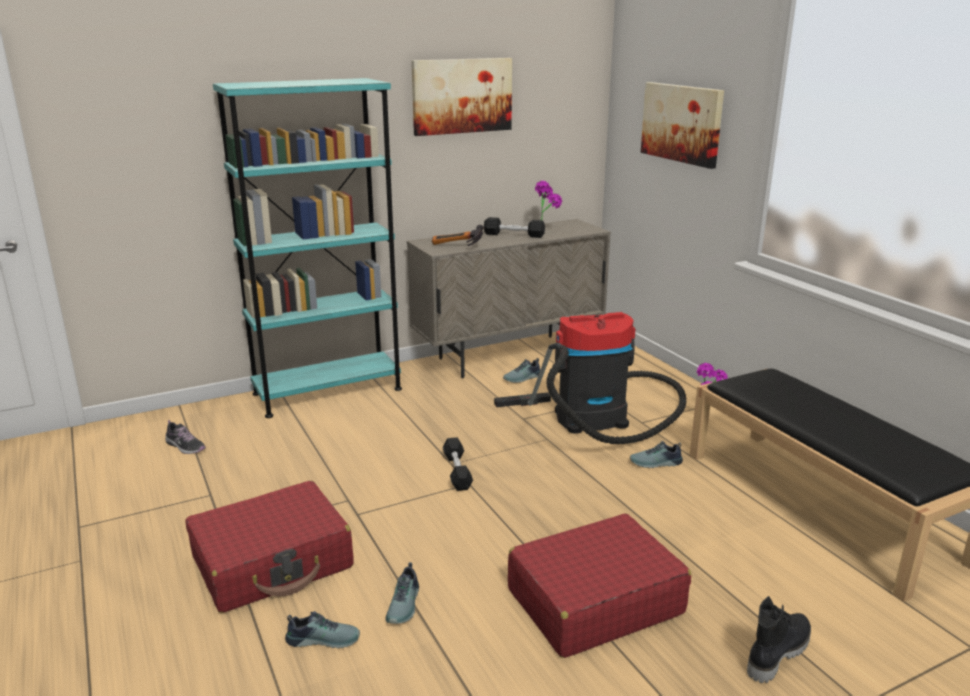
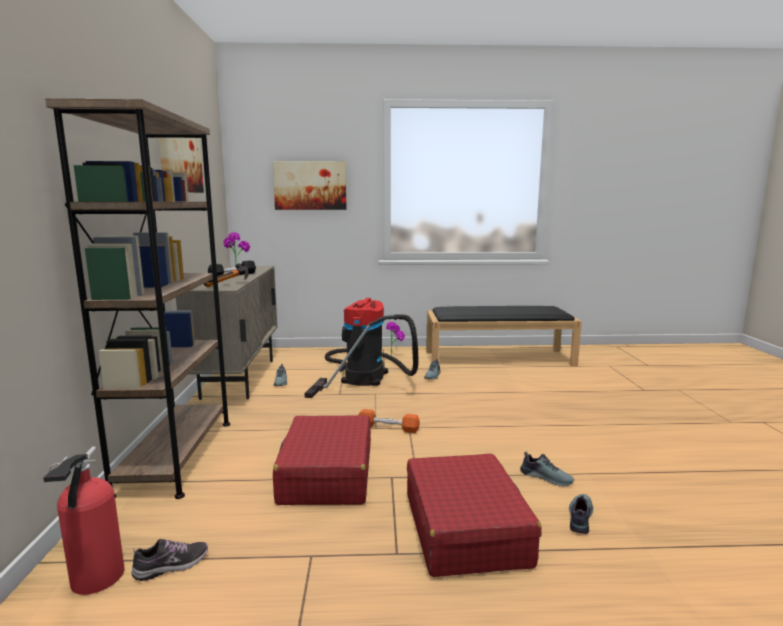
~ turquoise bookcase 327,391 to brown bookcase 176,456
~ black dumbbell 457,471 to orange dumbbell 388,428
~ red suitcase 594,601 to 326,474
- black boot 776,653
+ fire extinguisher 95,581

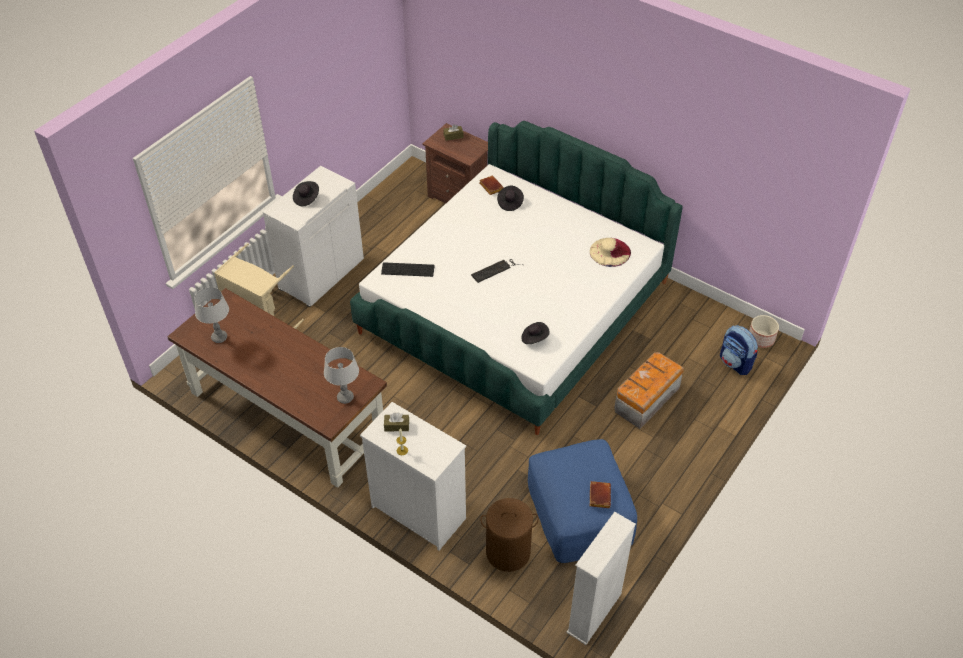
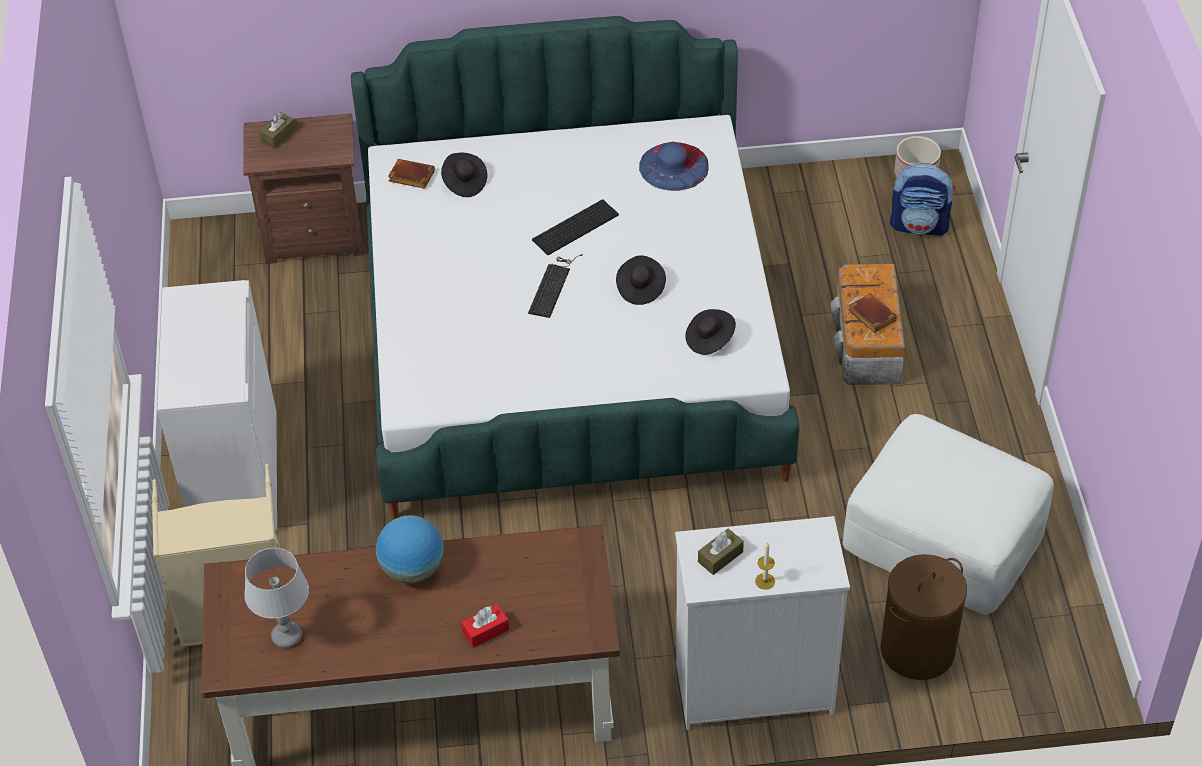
~ black hat 306,198 to 640,288
~ beige hat 610,252 to blue hat 674,166
~ keyboard 408,269 to 575,226
- grey table lamp 345,397
~ blue ottoman 579,512 to white ottoman 945,537
~ brown book 598,495 to 870,316
- white bookcase 594,613
+ globe 412,569
+ red tissue box 485,631

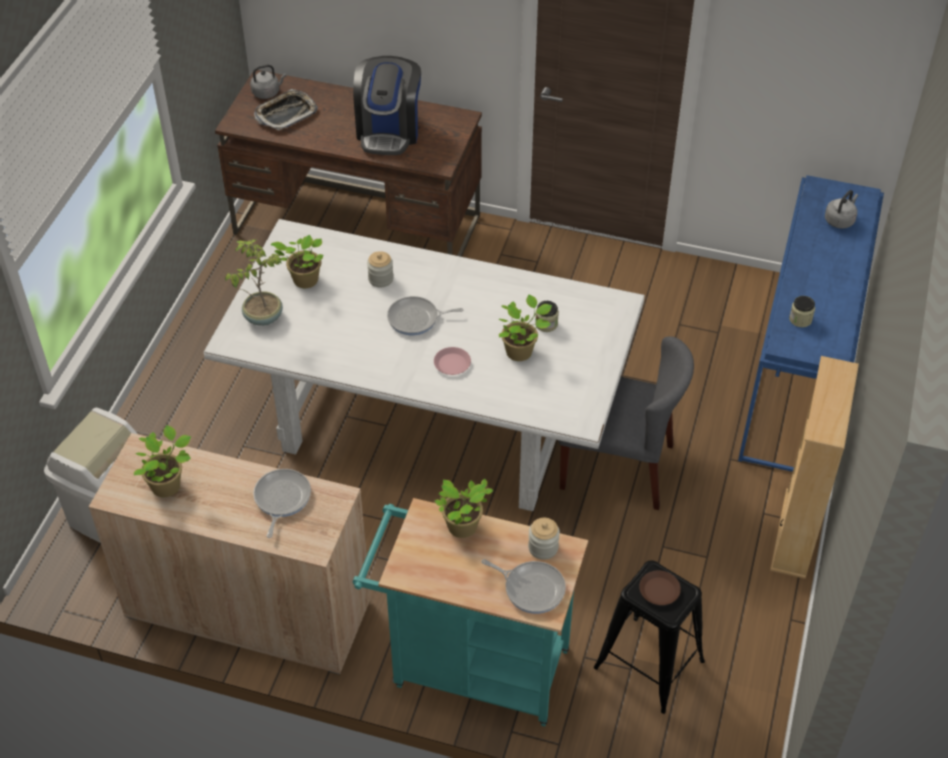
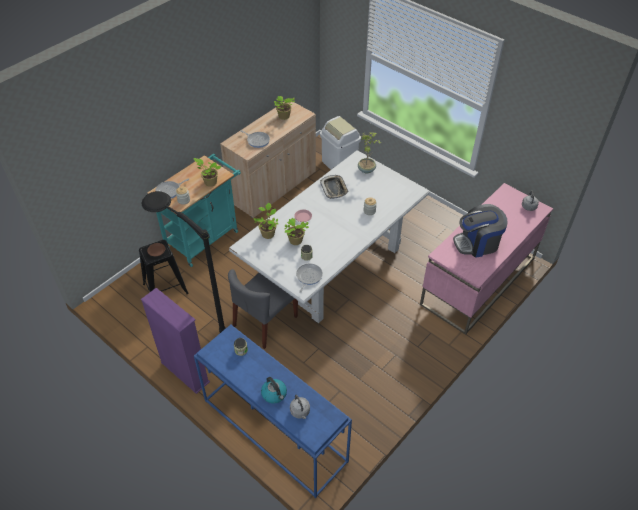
~ coffee machine 389,131 = 477,243 45 degrees counterclockwise
~ brown desk 358,225 to pink desk 478,281
~ tray 286,114 to 334,188
~ potted plant 303,280 to 268,233
~ frying pan 416,319 to 308,277
~ beige bookcase 795,533 to purple bookcase 185,372
+ black floor lamp 198,332
+ kettle 274,394

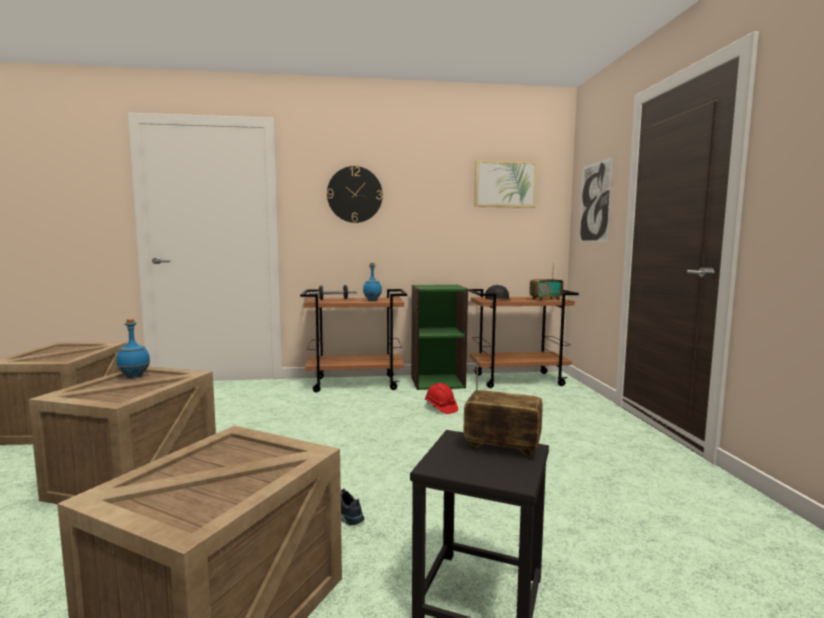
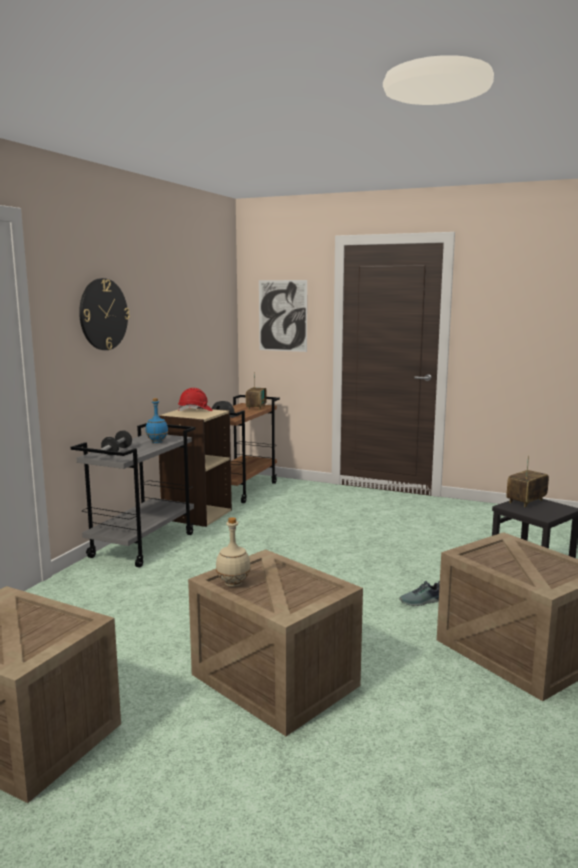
- picture 505,184
~ green bookcase 437,382 to beige bookcase 196,514
~ brown cart 356,383 to grey cart 142,545
~ blue bottle 134,377 to beige bottle 234,583
~ red hard hat 440,408 to 195,410

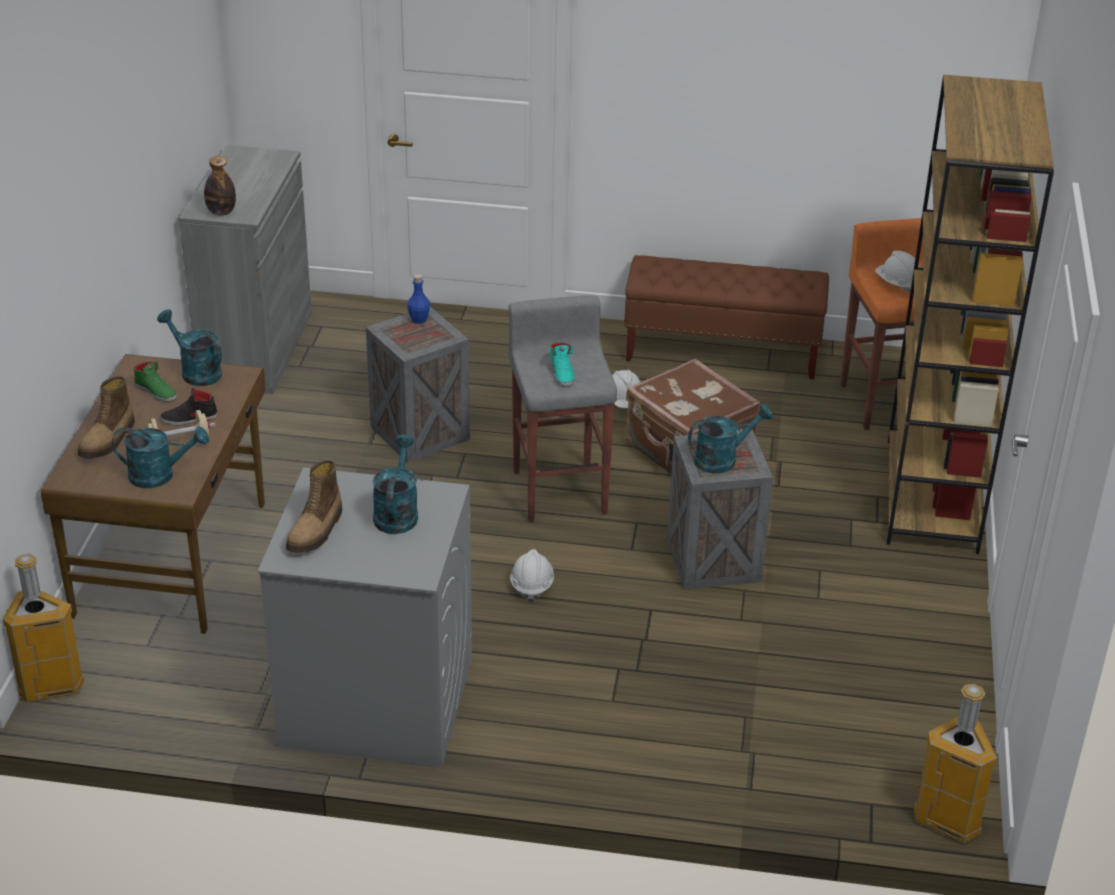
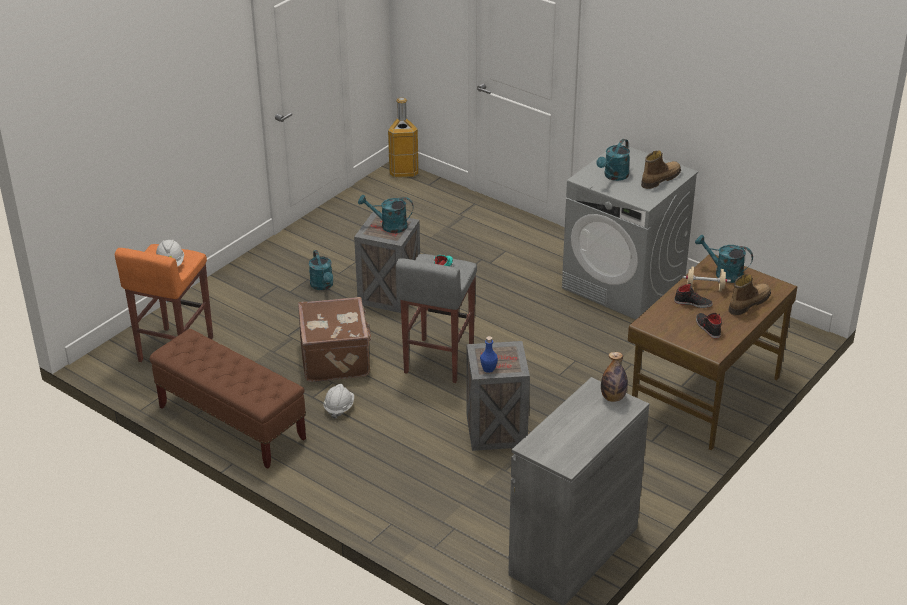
- brown bookcase 932,496
~ turquoise watering can 196,371 to 323,286
~ green shoe 156,391 to black shoe 707,327
- white hard hat 531,585
- trash can 52,686

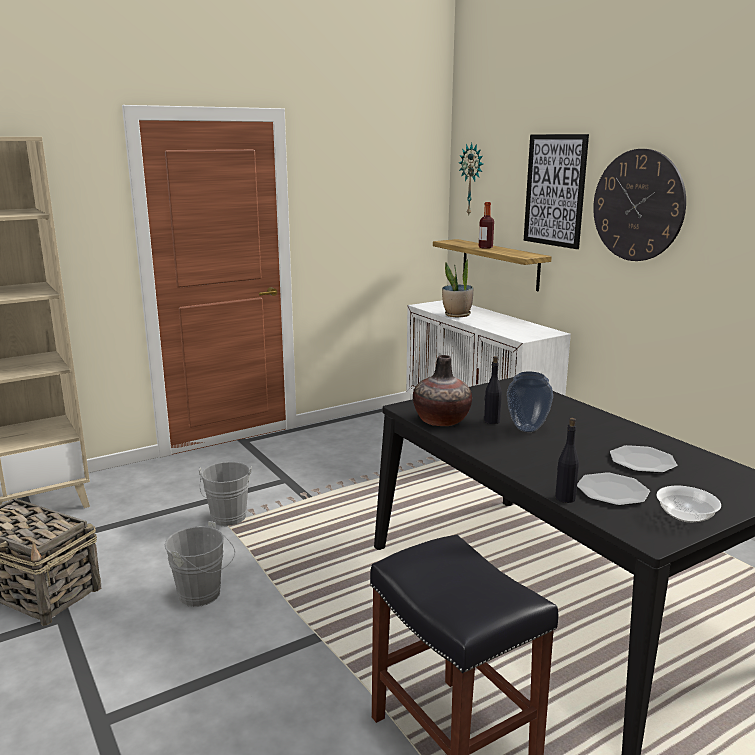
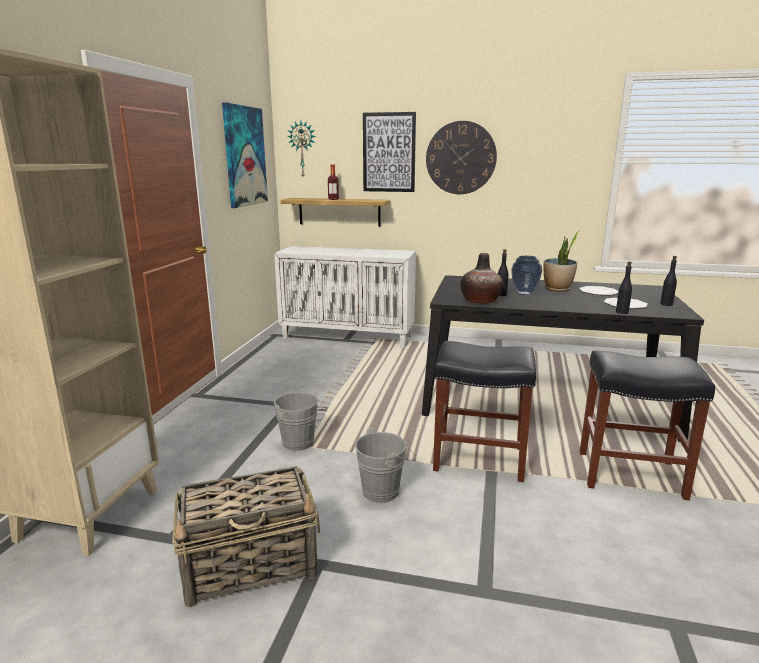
~ potted plant 457,315 to 557,289
~ bowl 685,515 to black bottle 666,304
+ picture 244,156
+ black stool 477,459

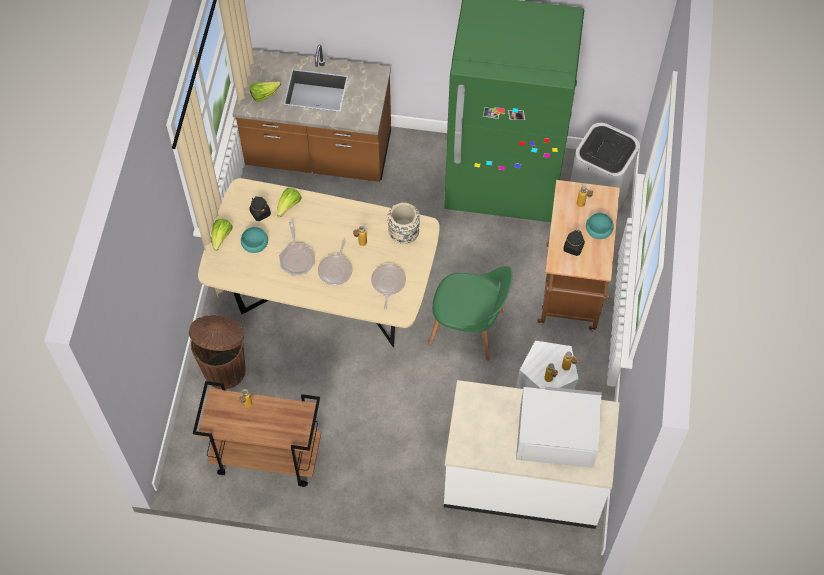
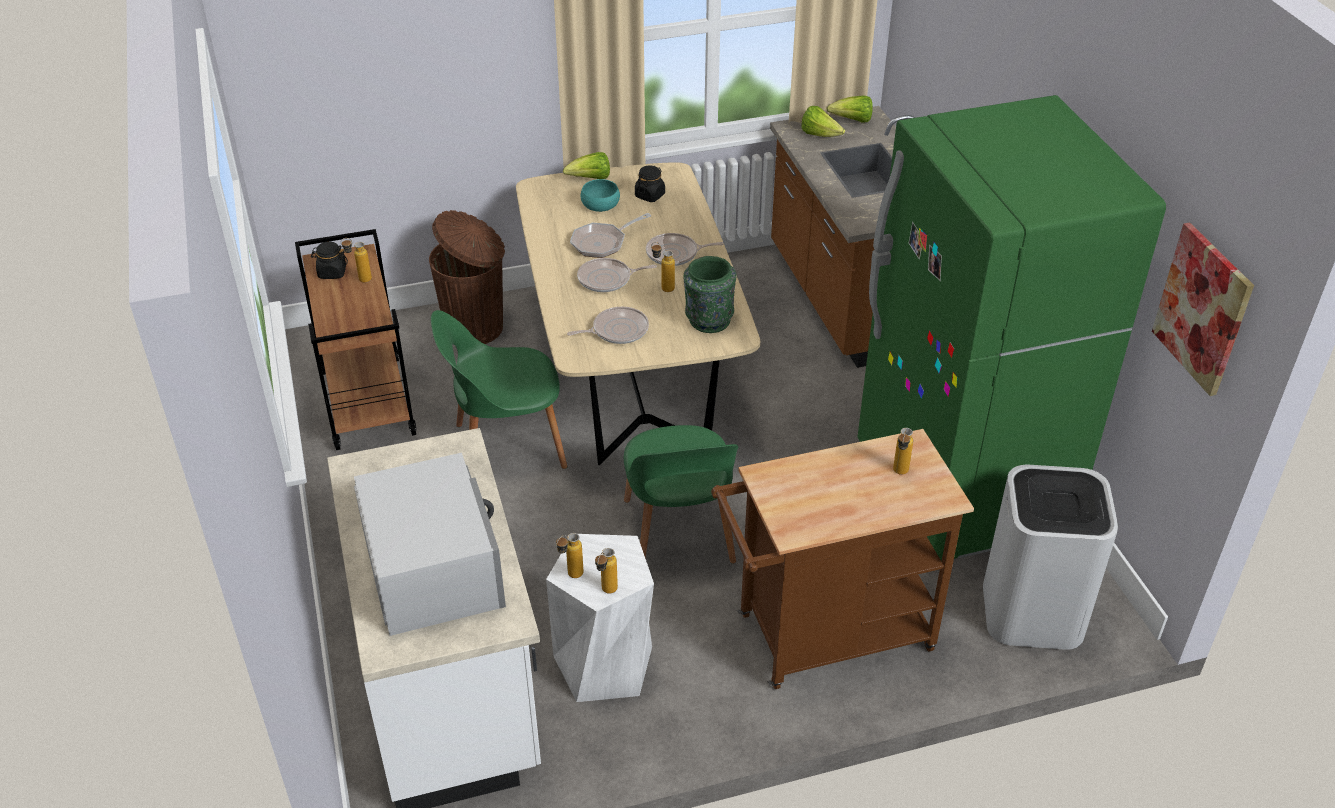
~ lettuce 288,206 to 852,120
~ beige vase 403,235 to green vase 708,321
- turquoise bowl 598,230
~ black jar 573,247 to 332,272
+ picture 1203,309
+ frying pan 675,254
+ green chair 506,447

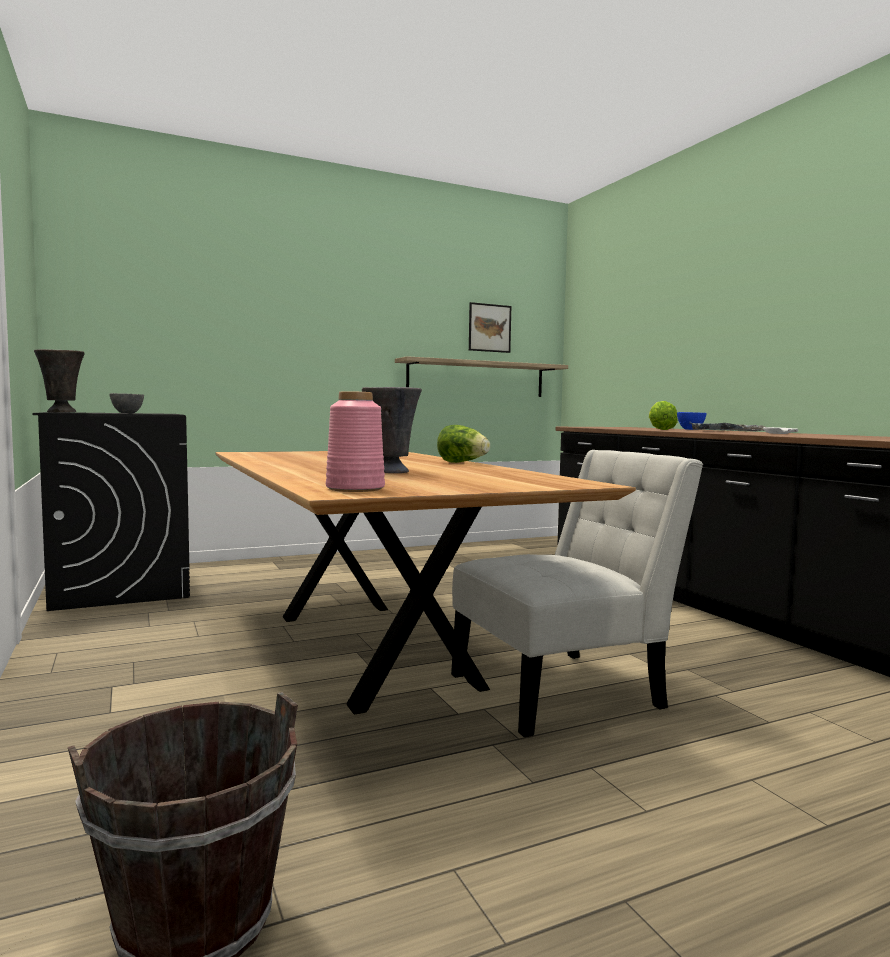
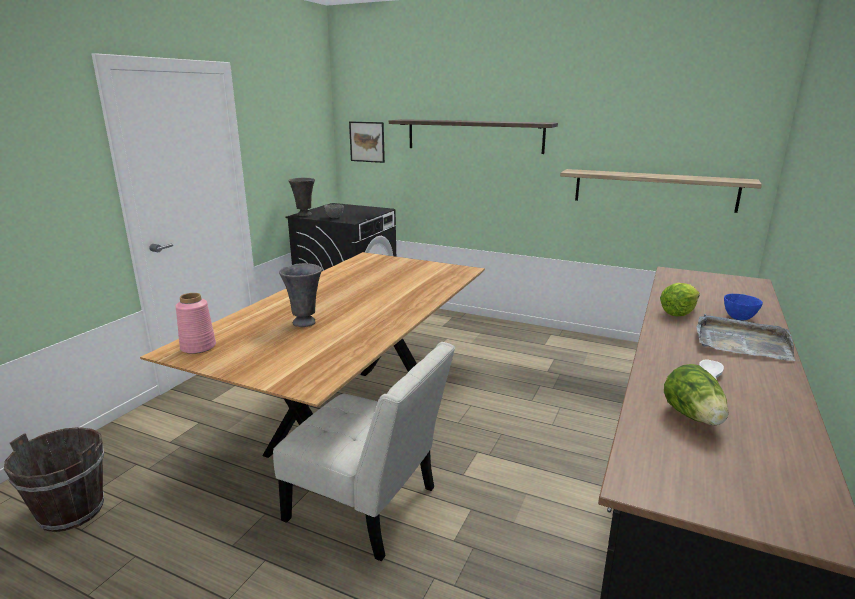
~ picture 489,328 to 367,142
~ lettuce 462,462 to 693,417
+ shelf 474,136

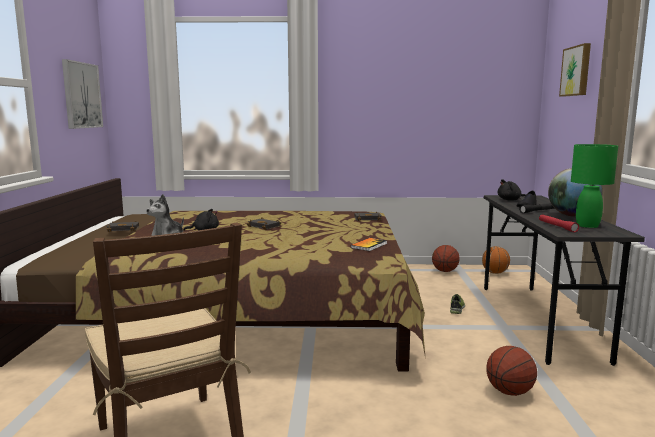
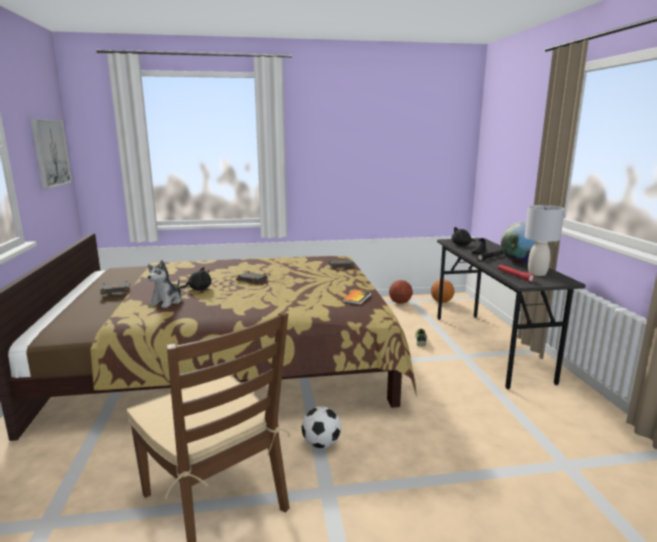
- picture 577,71
~ green table lamp 588,226 to grey table lamp 537,273
- basketball 509,392
+ football 321,443

